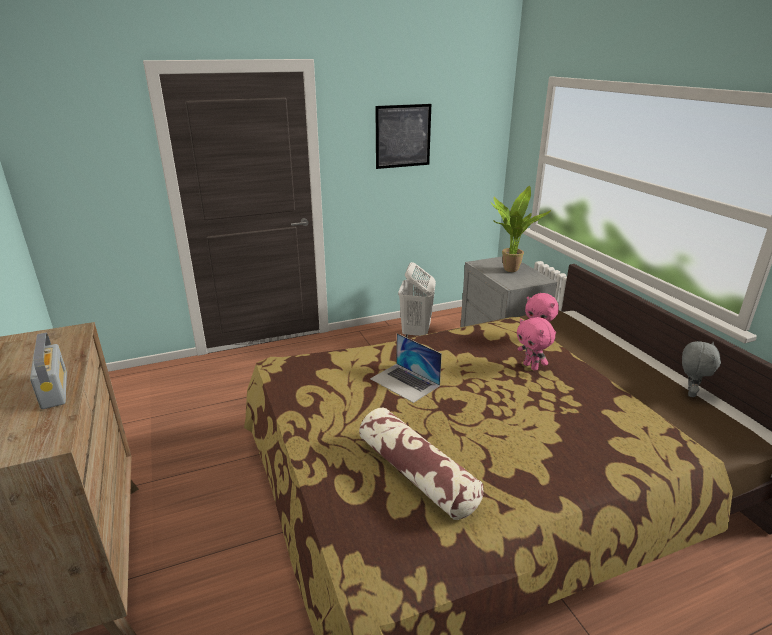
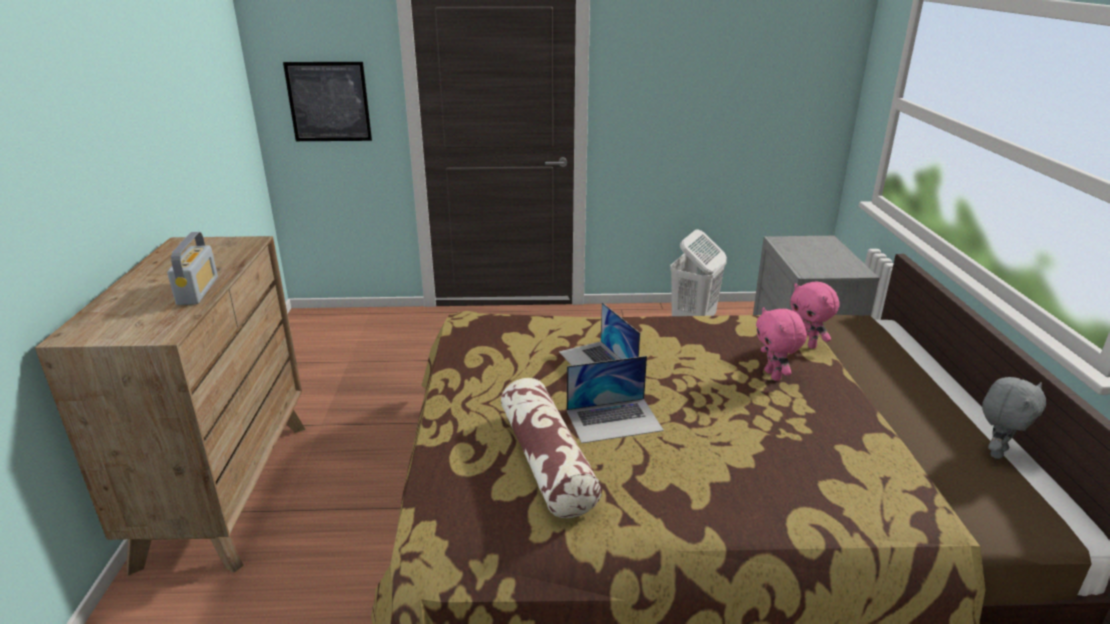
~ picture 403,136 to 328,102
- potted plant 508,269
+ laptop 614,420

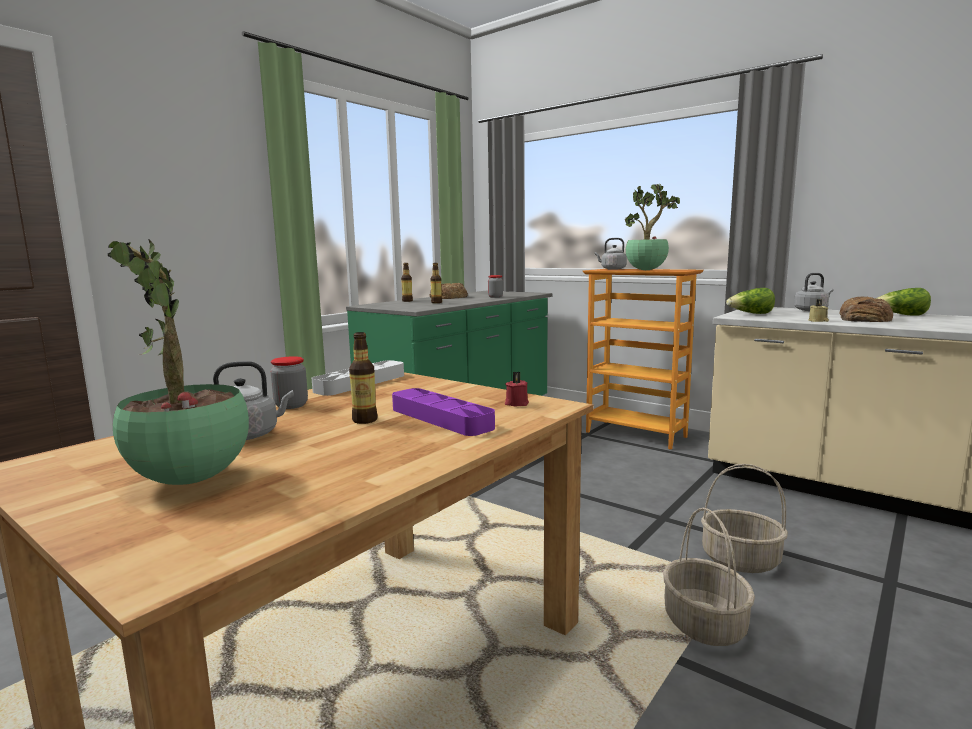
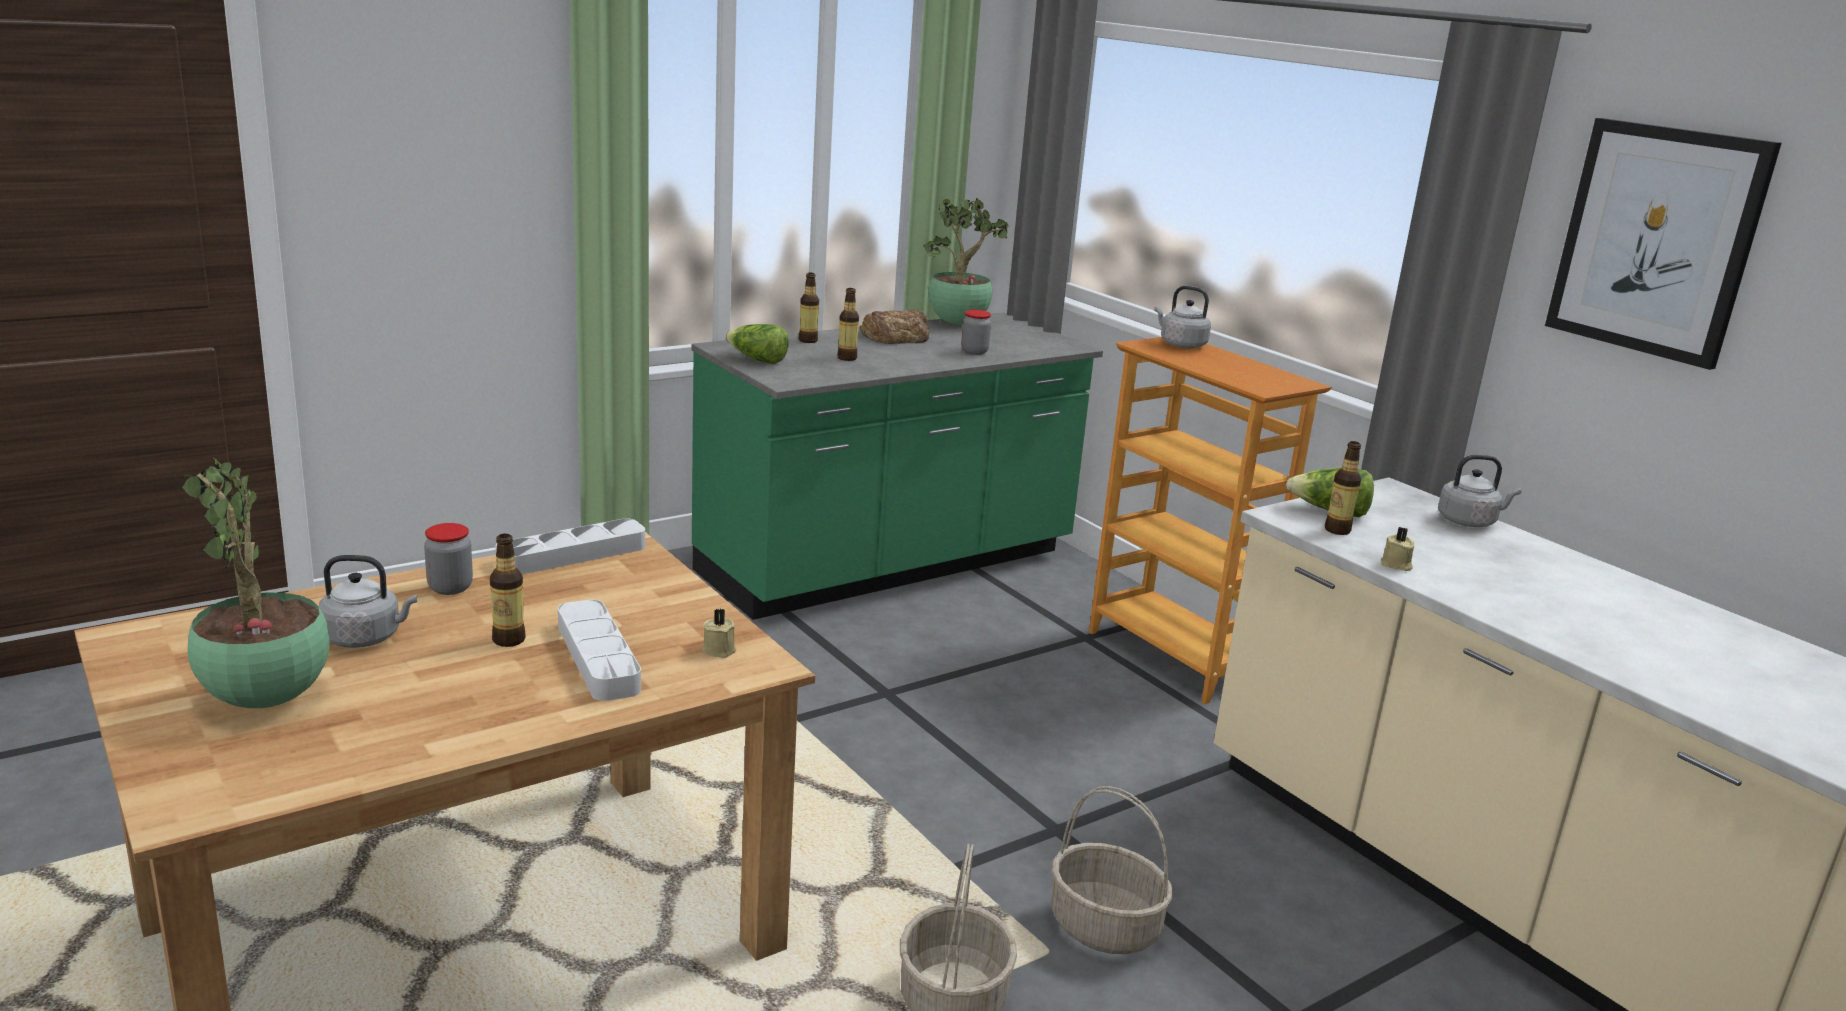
~ potted plant 647,270 to 959,324
~ lettuce 901,315 to 757,360
- bread 863,318
~ red candle 516,403 to beige candle 719,649
~ purple tray 441,418 to grey tray 598,657
+ picture 1657,240
+ bottle 1337,530

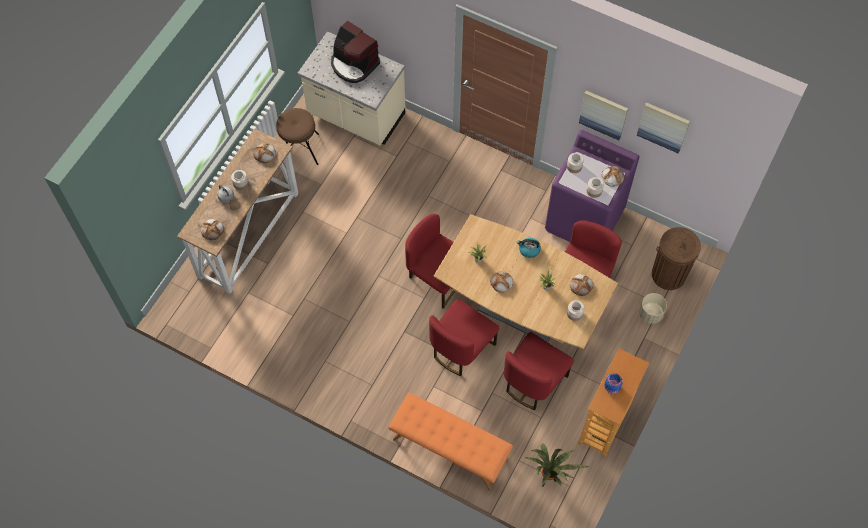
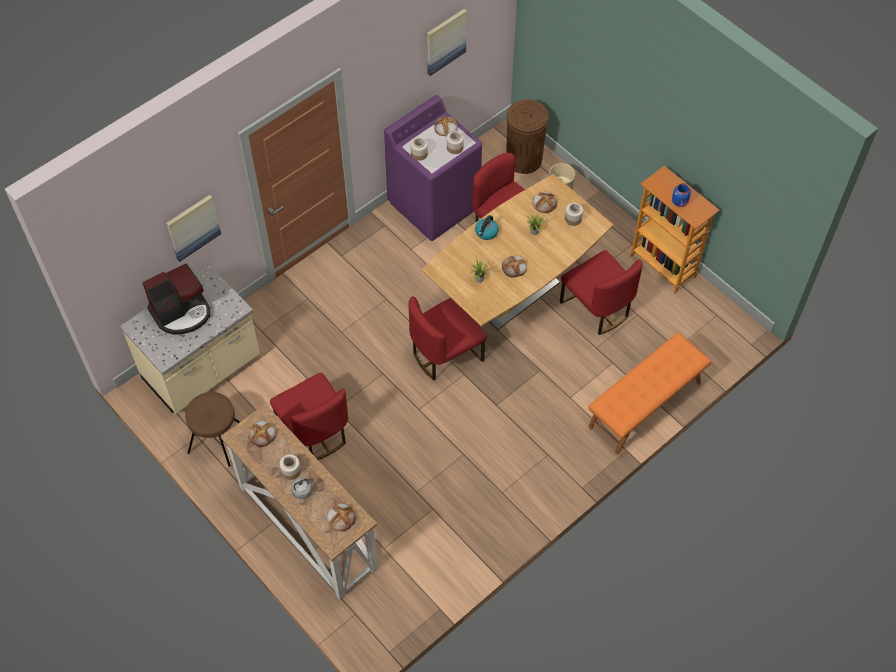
~ picture 603,114 to 193,227
~ red chair 461,348 to 314,432
- potted plant 548,480

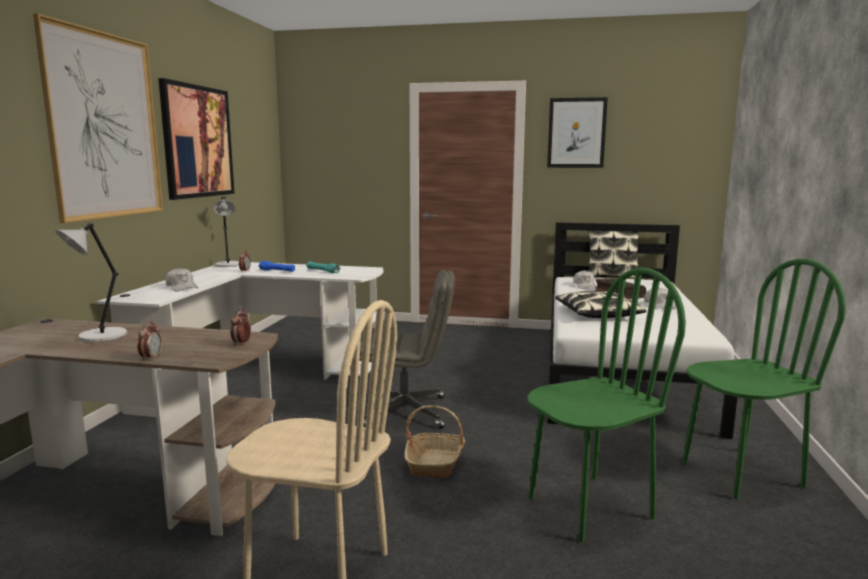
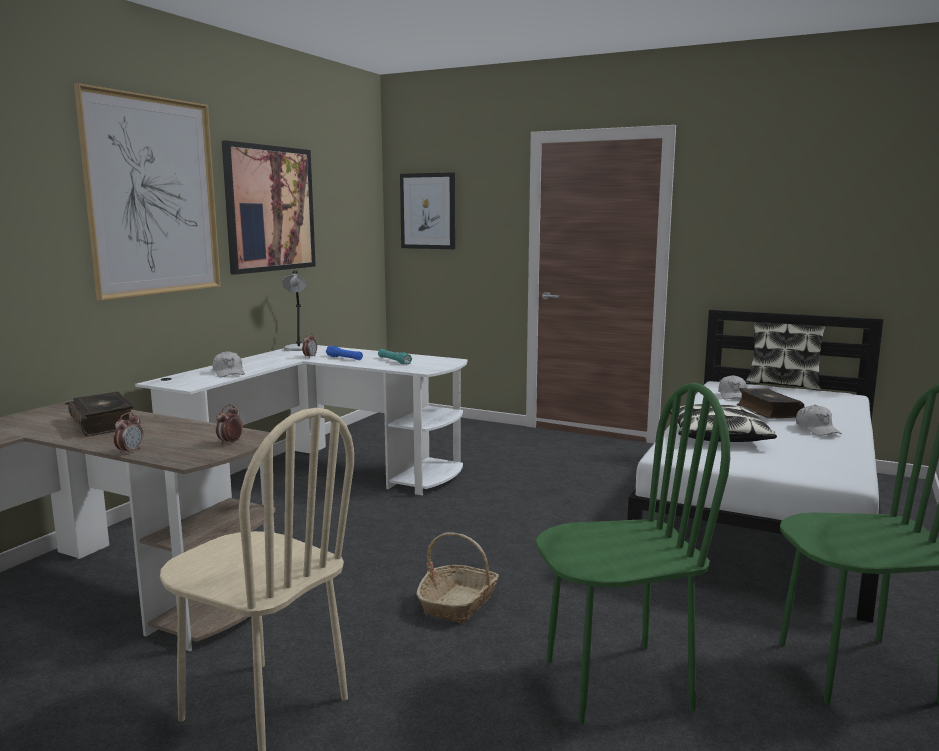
~ picture 576,133 to 428,211
~ grey table lamp 100,336 to book 104,424
- grey office chair 406,412

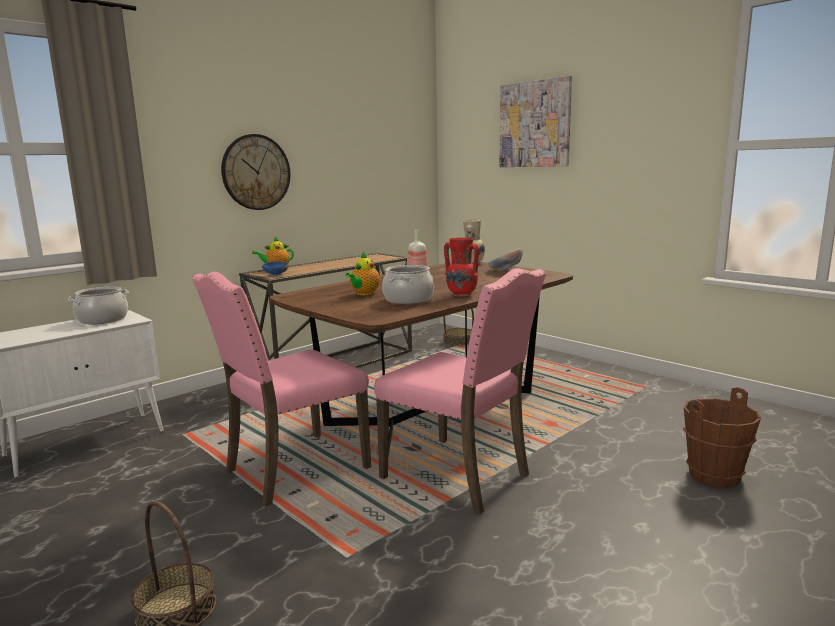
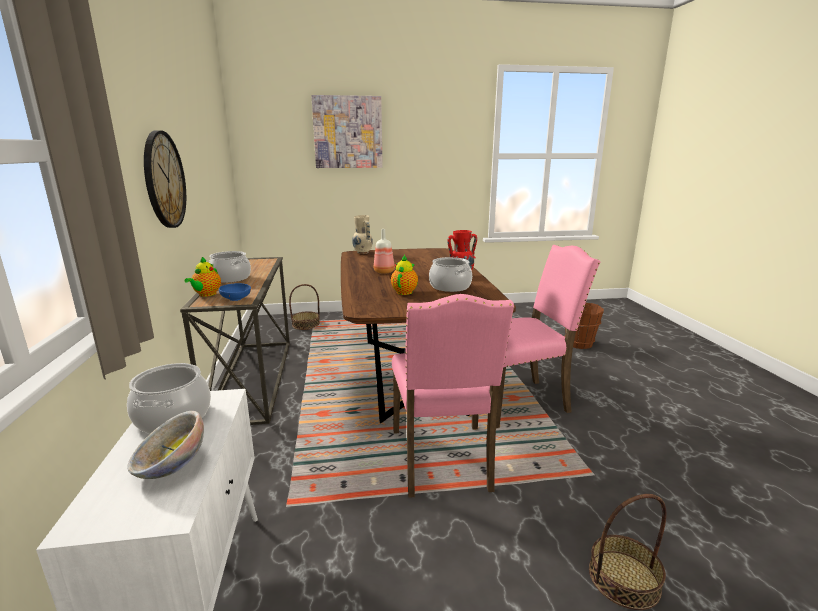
~ bowl 504,271 to 171,467
~ teapot 364,294 = 405,291 135 degrees counterclockwise
+ cooking pot 230,278

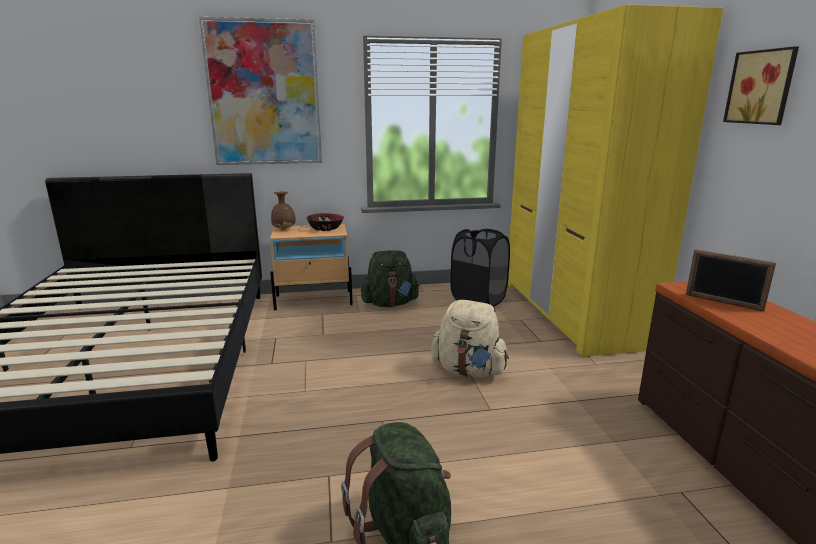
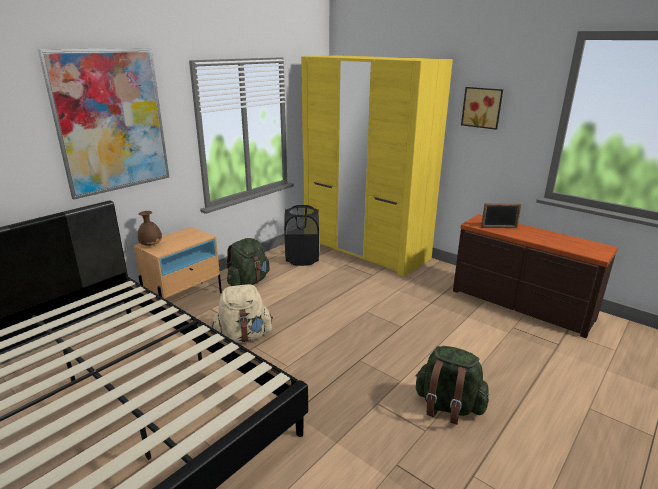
- bowl 325,228
~ beige backpack 469,370 to 243,336

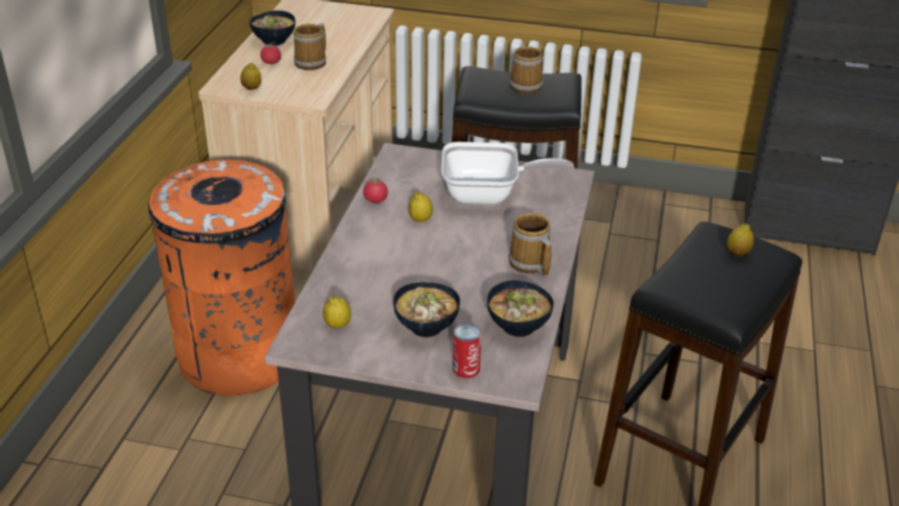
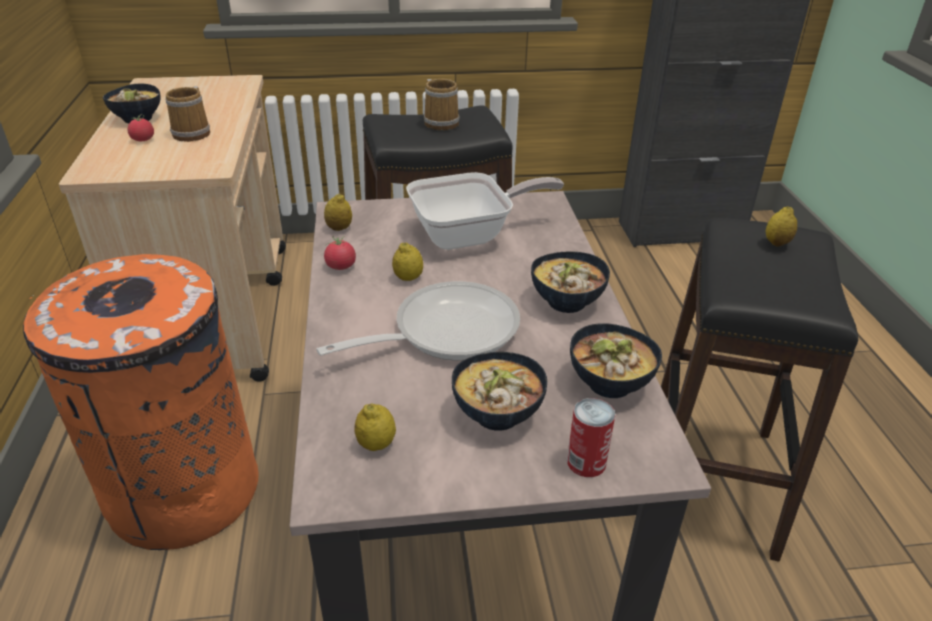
~ lemon 251,88 to 339,228
~ mug 529,264 to bowl 568,302
+ frying pan 445,331

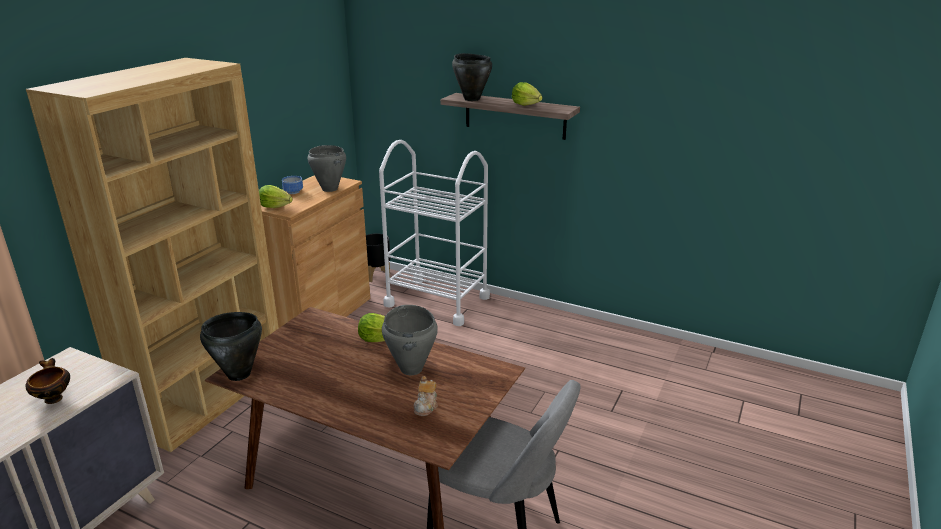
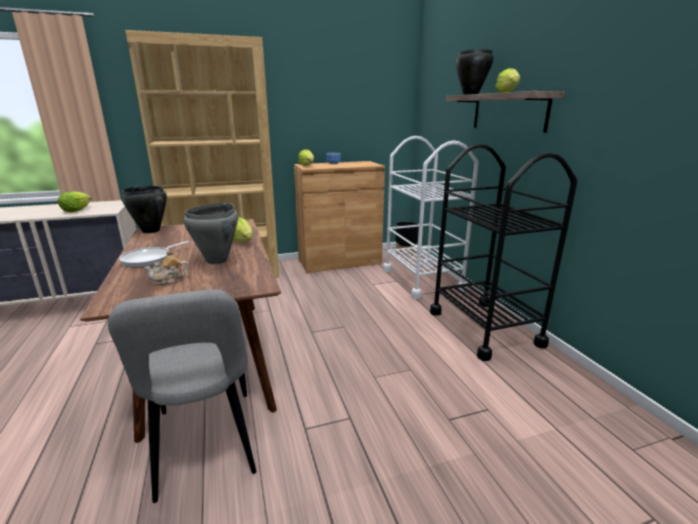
- grey cooking pot 329,189
~ bowl 53,398 to lettuce 76,210
+ black cart 484,328
+ frying pan 150,259

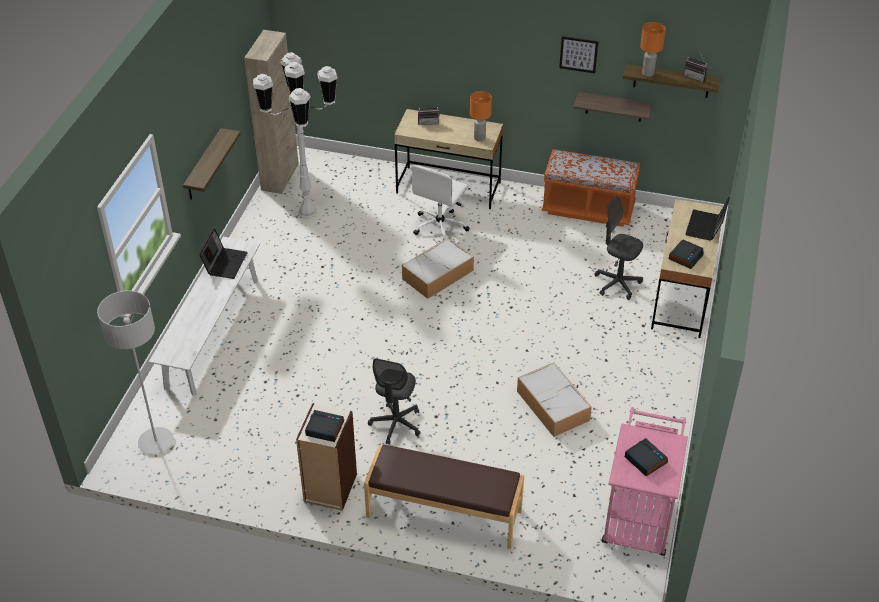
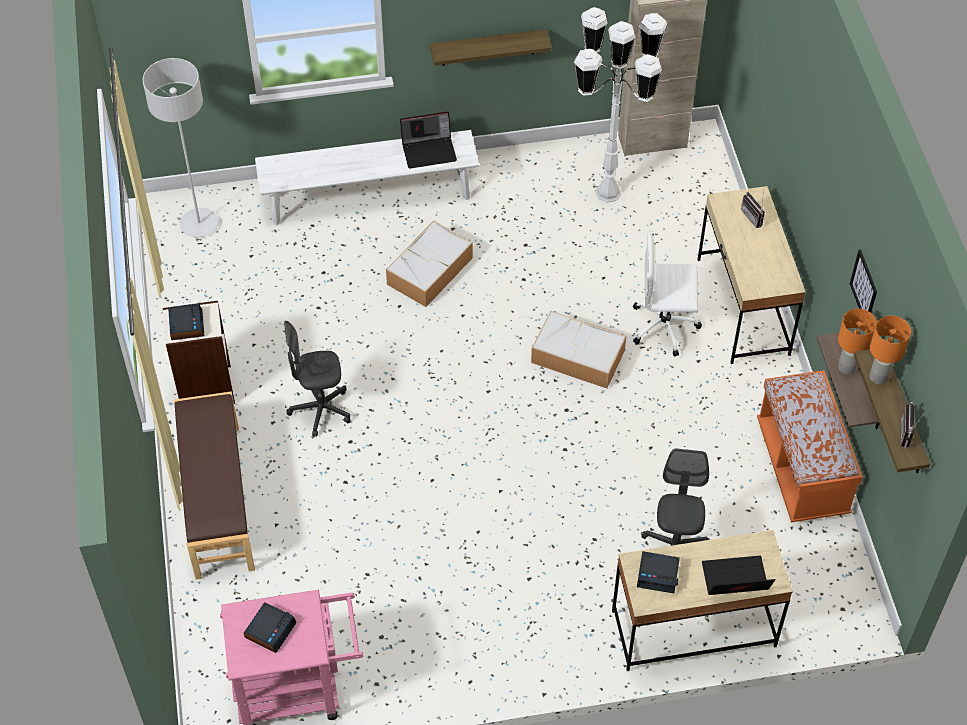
~ orange table lamp 479,138 to 846,368
~ storage box 553,406 to 429,272

